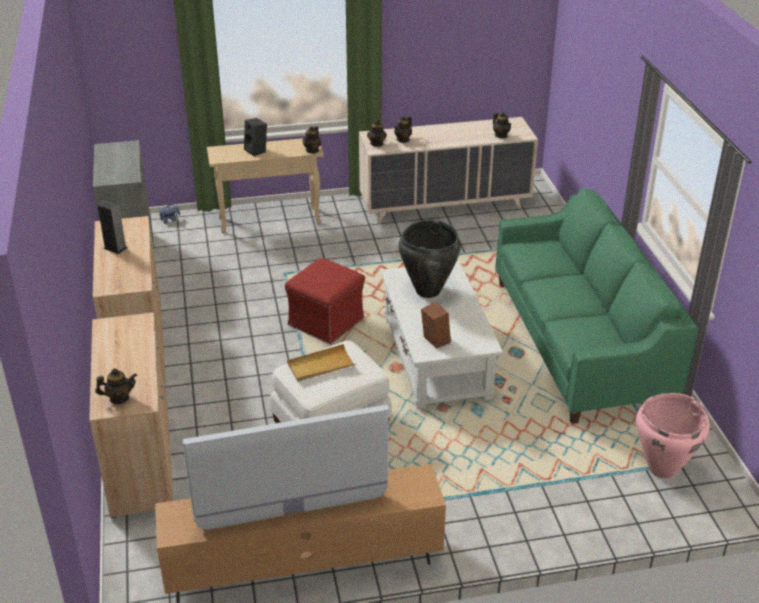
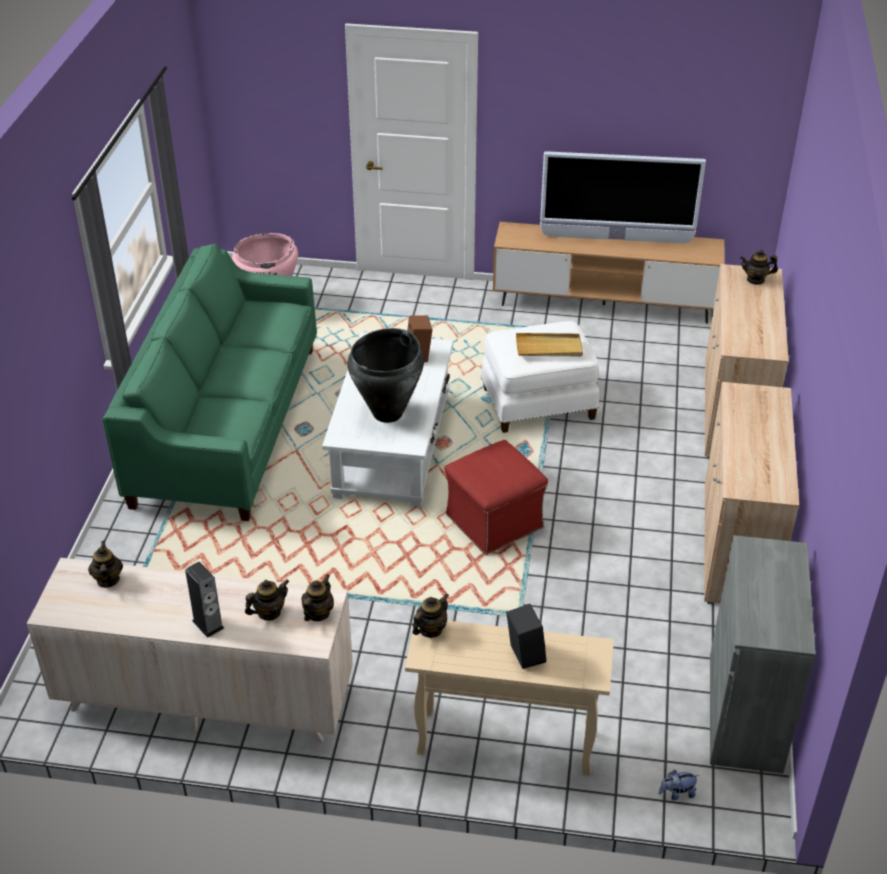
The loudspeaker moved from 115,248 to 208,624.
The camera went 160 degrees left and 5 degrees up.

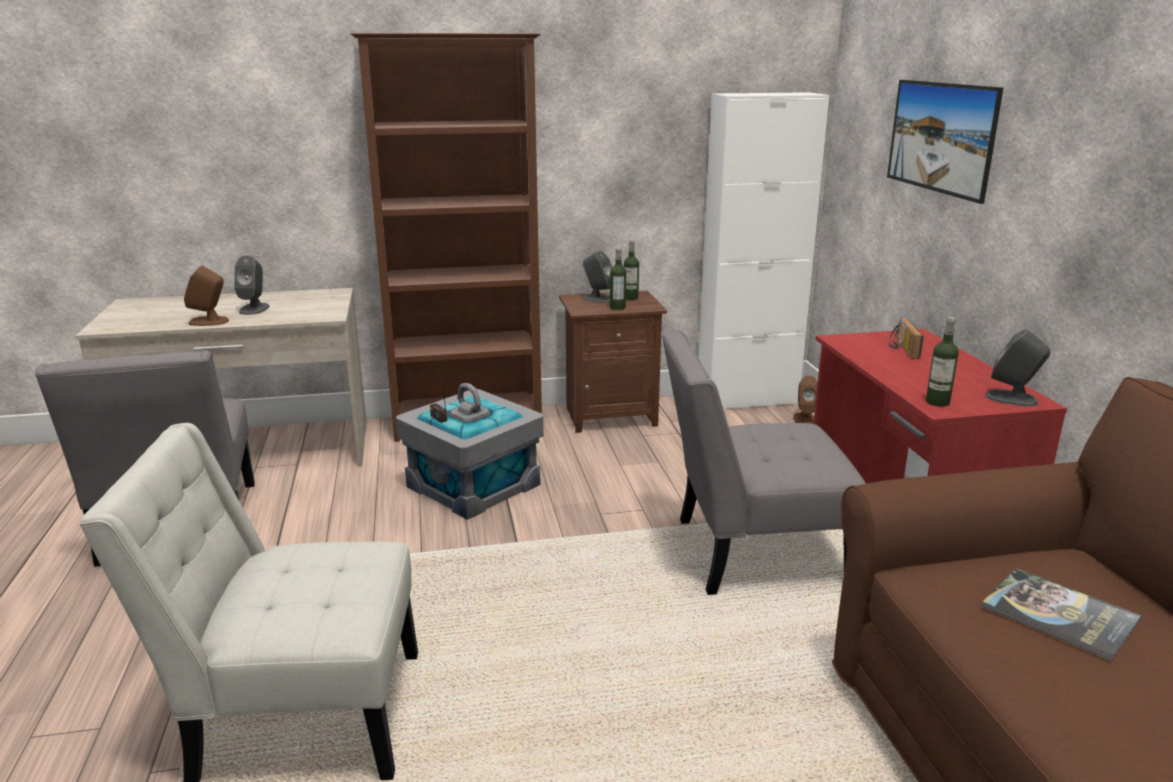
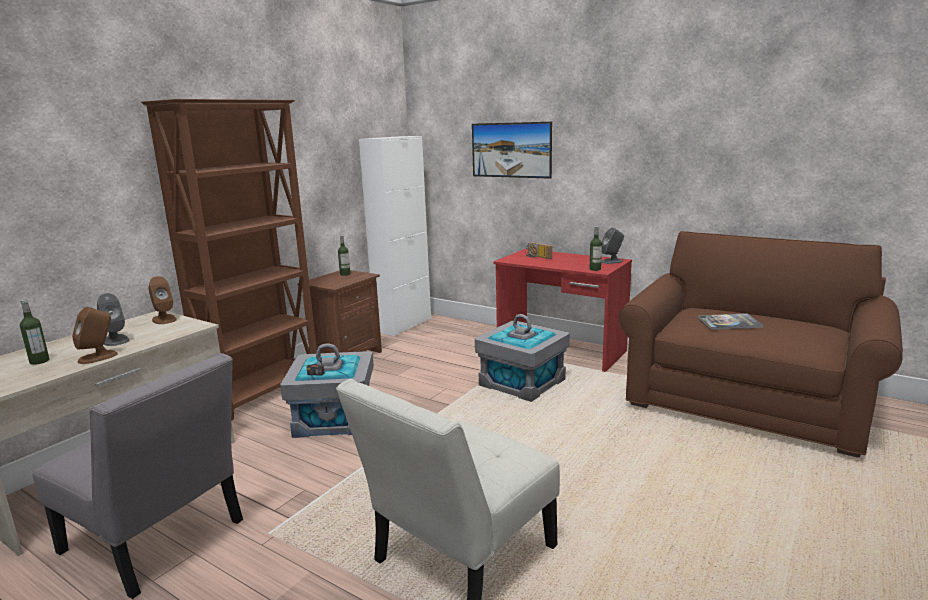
The drink bottle moved from 617,307 to 39,361.
The loudspeaker (brown) moved from 804,419 to 164,319.
The chair (gray) at 749,552 was replaced by the storage box (gray) at 522,383.
The loudspeaker (gray) at 598,299 disappeared.
The camera went 45 degrees left and 5 degrees down.

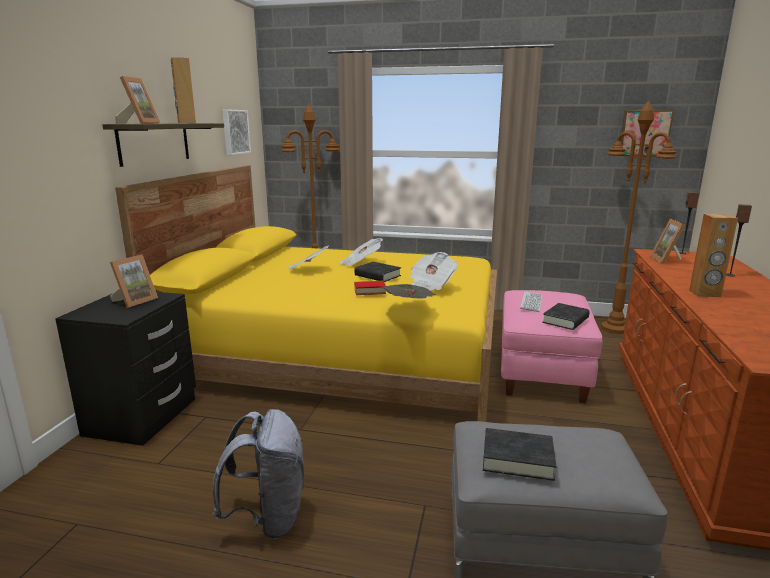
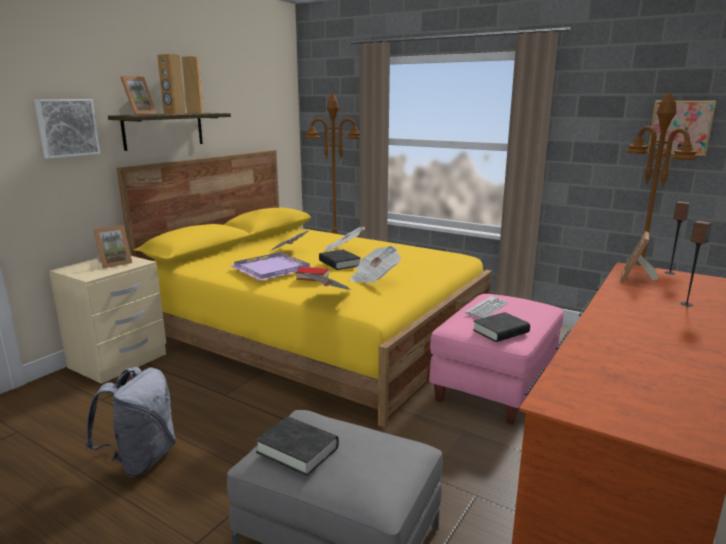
The wall picture moved from 235,132 to 67,127.
The nightstand (black-coloured) at 143,417 became the nightstand (beige-coloured) at 119,361.
The loudspeaker (brown) moved from 705,294 to 174,114.
The serving tray (purple) at 273,269 appeared.
The camera went 20 degrees right and 0 degrees up.

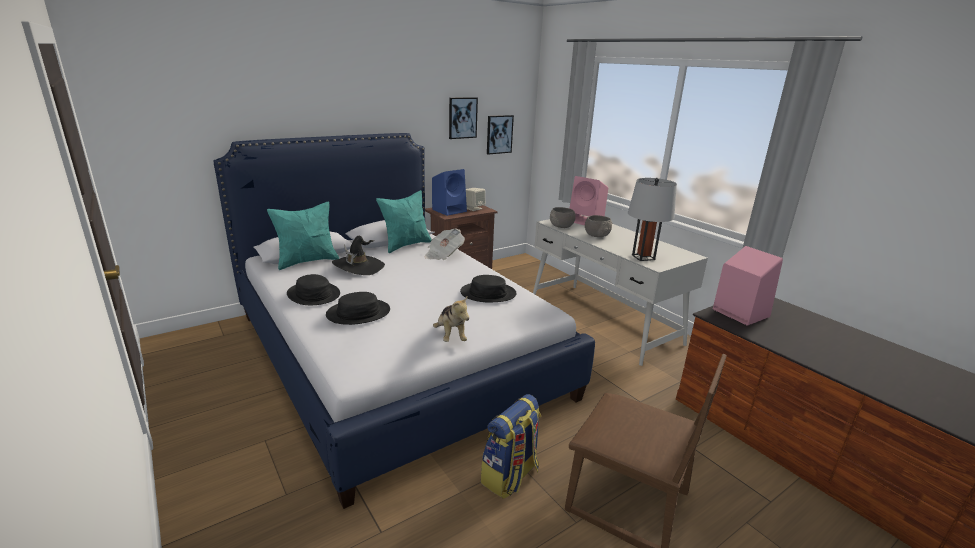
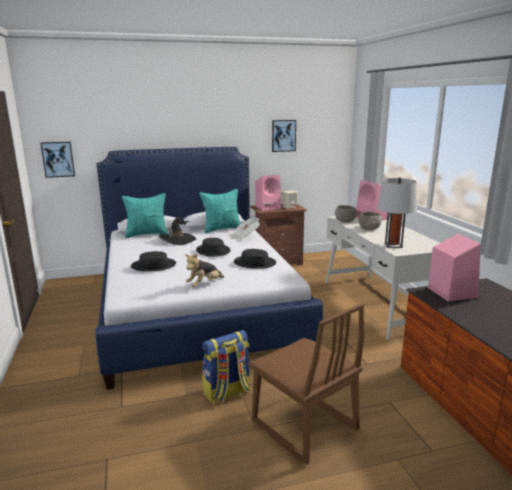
The wall picture moved from 499,134 to 58,159.
The soft toy at 451,336 turned 45 degrees clockwise.
The hat (black-coloured) moved from 313,294 to 213,251.
The loudspeaker (bluish) at 450,210 became the loudspeaker (pink-coloured) at 268,207.
The camera went 20 degrees right and 5 degrees down.

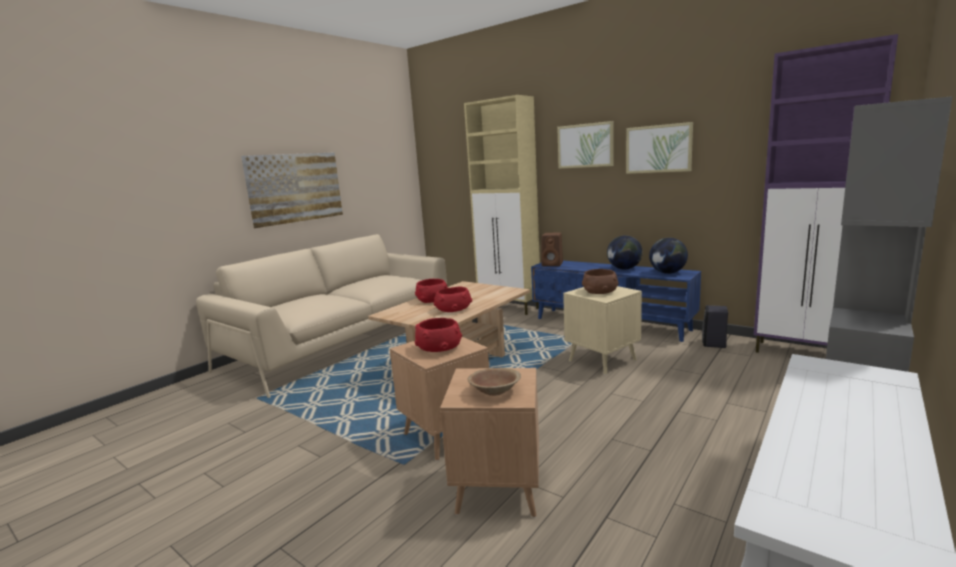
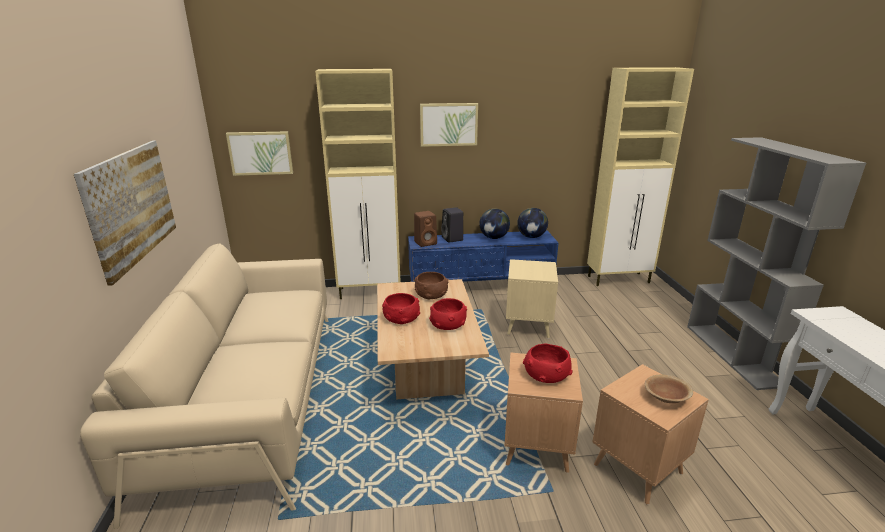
The wall picture moved from 658,149 to 260,153.
The serving bowl (brown) moved from 600,291 to 431,294.
The loudspeaker (black-coloured) moved from 714,344 to 452,239.
The storage cabinet (purple) at 804,354 became the storage cabinet (beige-coloured) at 619,279.
The camera went 45 degrees left and 10 degrees up.

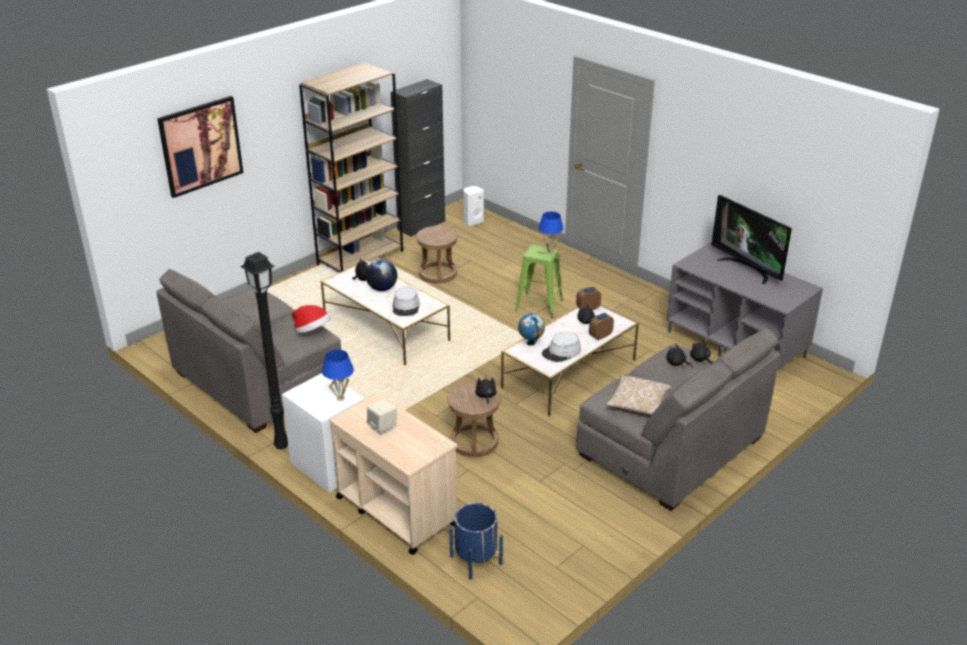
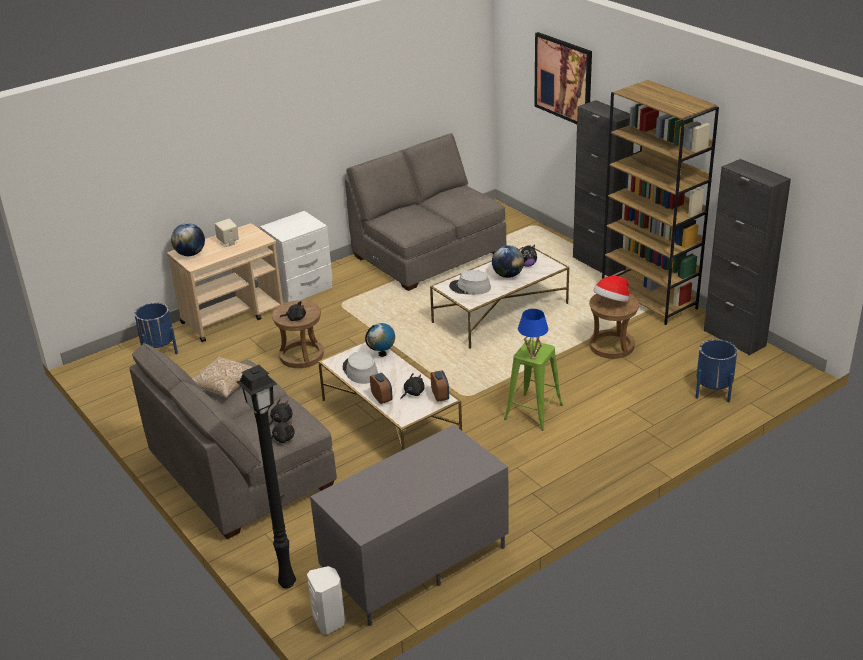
The globe at 190,254 appeared.
The standing lamp (black-coloured) moved from 280,445 to 287,582.
The loudspeaker (white) moved from 473,221 to 329,621.
The storage cabinet (black-coloured) at 599,263 appeared.
The hat moved from 312,331 to 612,302.
The flower pot (bluish) at 713,390 appeared.
The tabletop lamp (bluish) at 340,398 disappeared.
The television at 747,268 disappeared.
The camera went 100 degrees right and 0 degrees up.

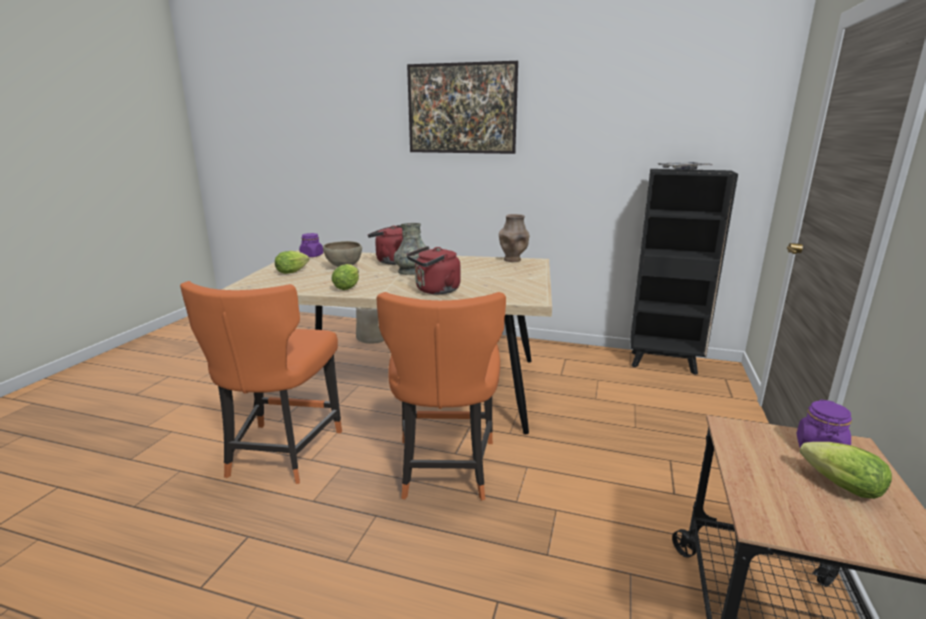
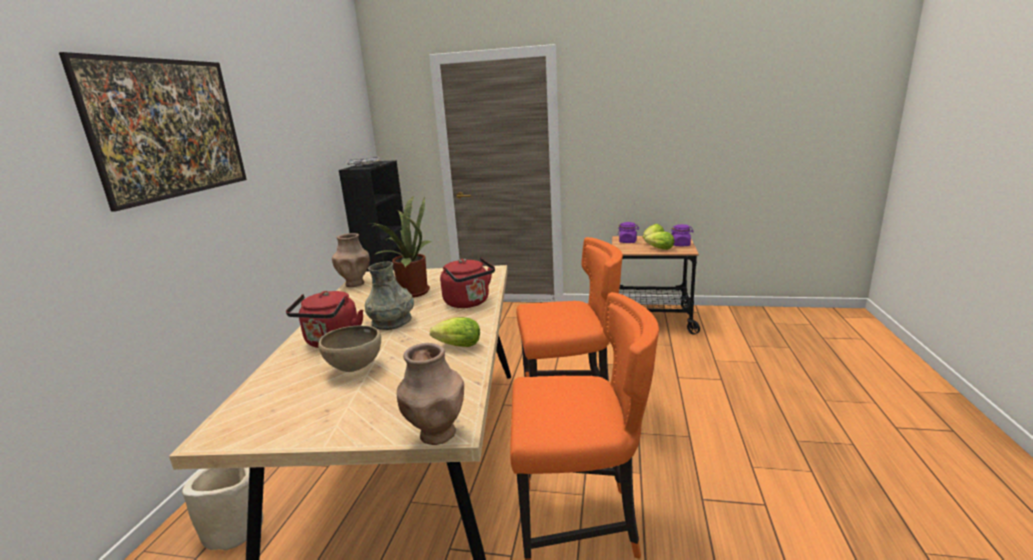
The plant in a pot at 410,292 appeared.
The flower vase (brown) at 436,434 appeared.
The lettuce moved from 294,271 to 658,249.
The storage jar (purple) moved from 311,256 to 681,245.
The camera went 95 degrees left and 0 degrees up.

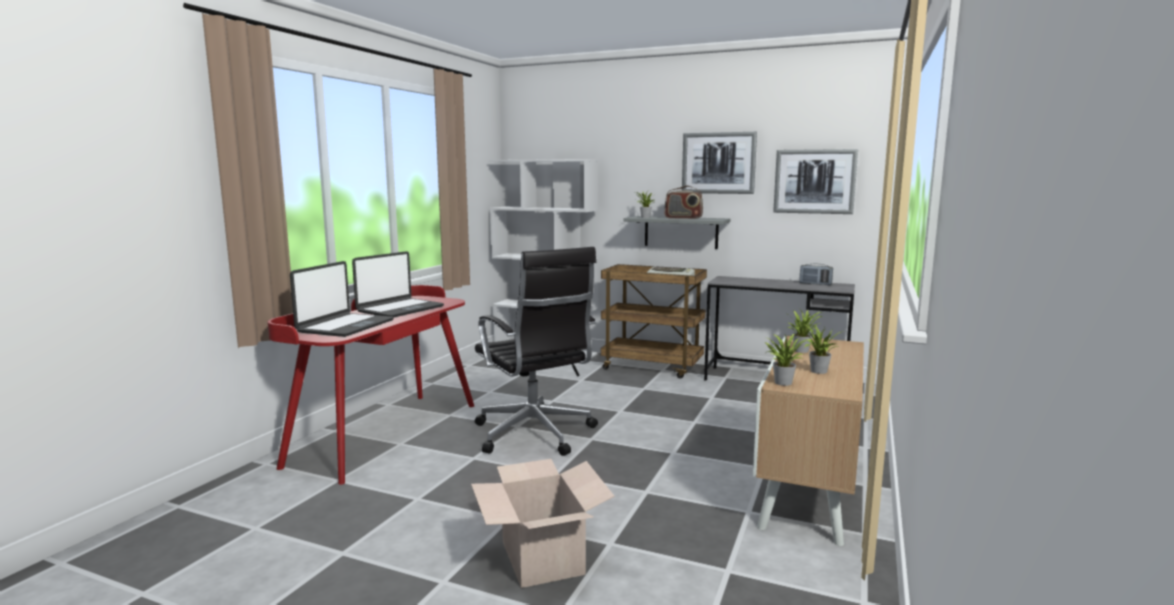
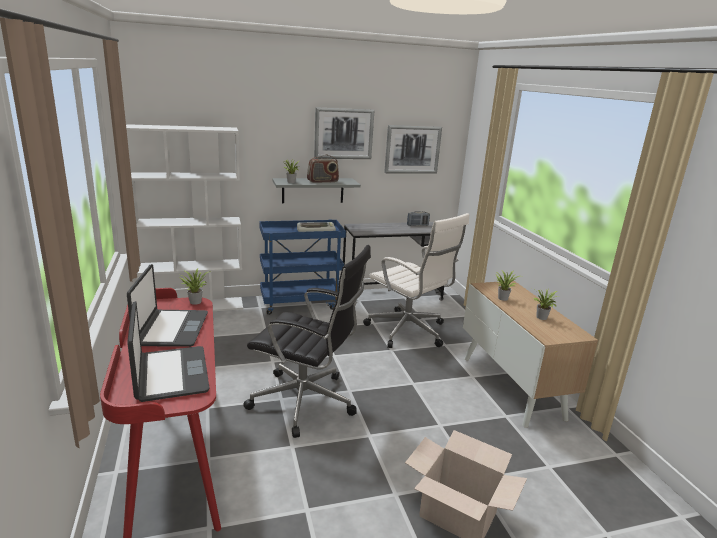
The plant in a pot moved from 782,382 to 195,301.
The trolley (brown) at 653,367 became the trolley (bluish) at 301,303.
The office chair (white) at 408,331 appeared.
The camera went 40 degrees left and 10 degrees up.

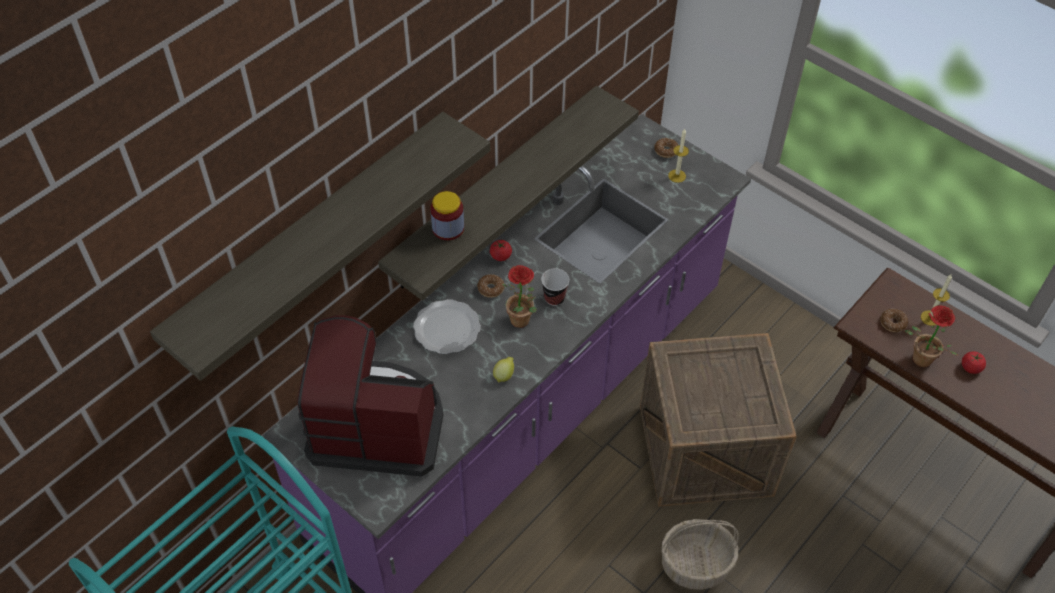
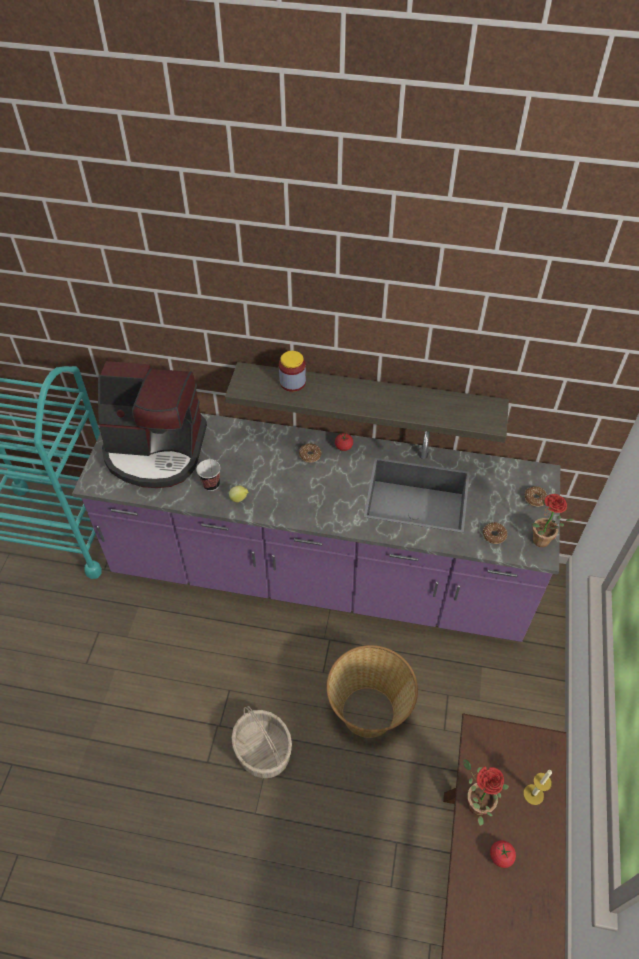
The coffee maker at 377,425 turned 120 degrees clockwise.
The small cup moved from 554,298 to 211,484.
The packing crate at 705,450 was replaced by the basket at 369,711.
The ring doughnut moved from 892,323 to 494,535.
The plant in a pot moved from 523,322 to 540,543.
The bracket shelf at 312,237 disappeared.
The flat dish at 446,328 disappeared.
The candle at 677,176 disappeared.
The camera went 60 degrees right and 0 degrees up.

